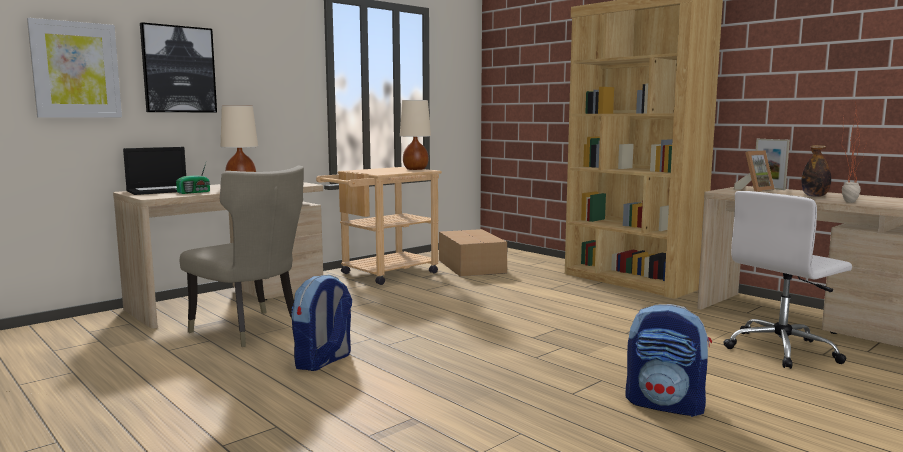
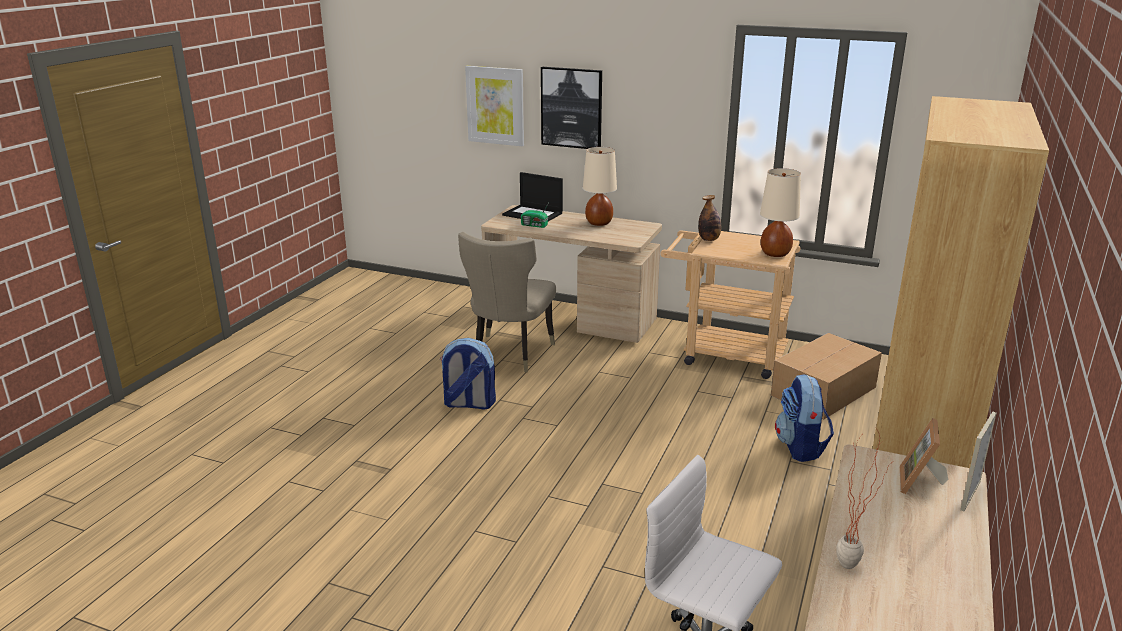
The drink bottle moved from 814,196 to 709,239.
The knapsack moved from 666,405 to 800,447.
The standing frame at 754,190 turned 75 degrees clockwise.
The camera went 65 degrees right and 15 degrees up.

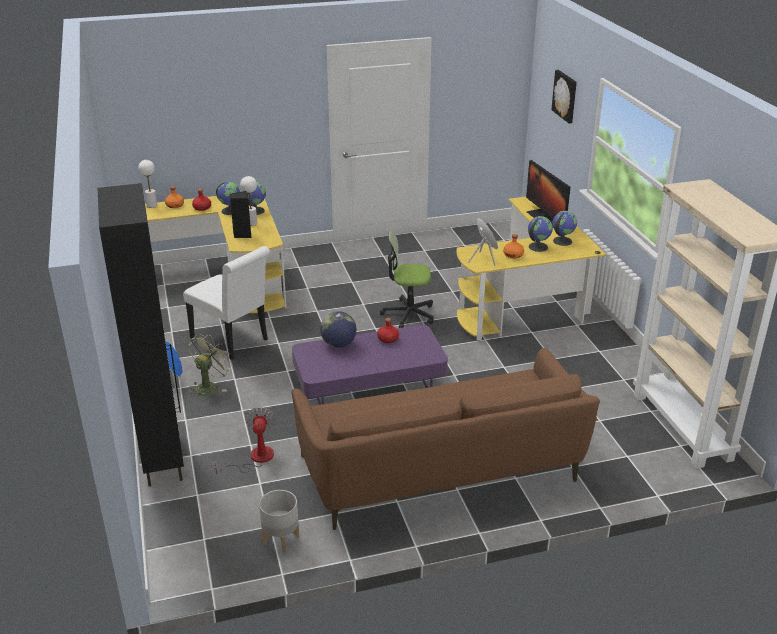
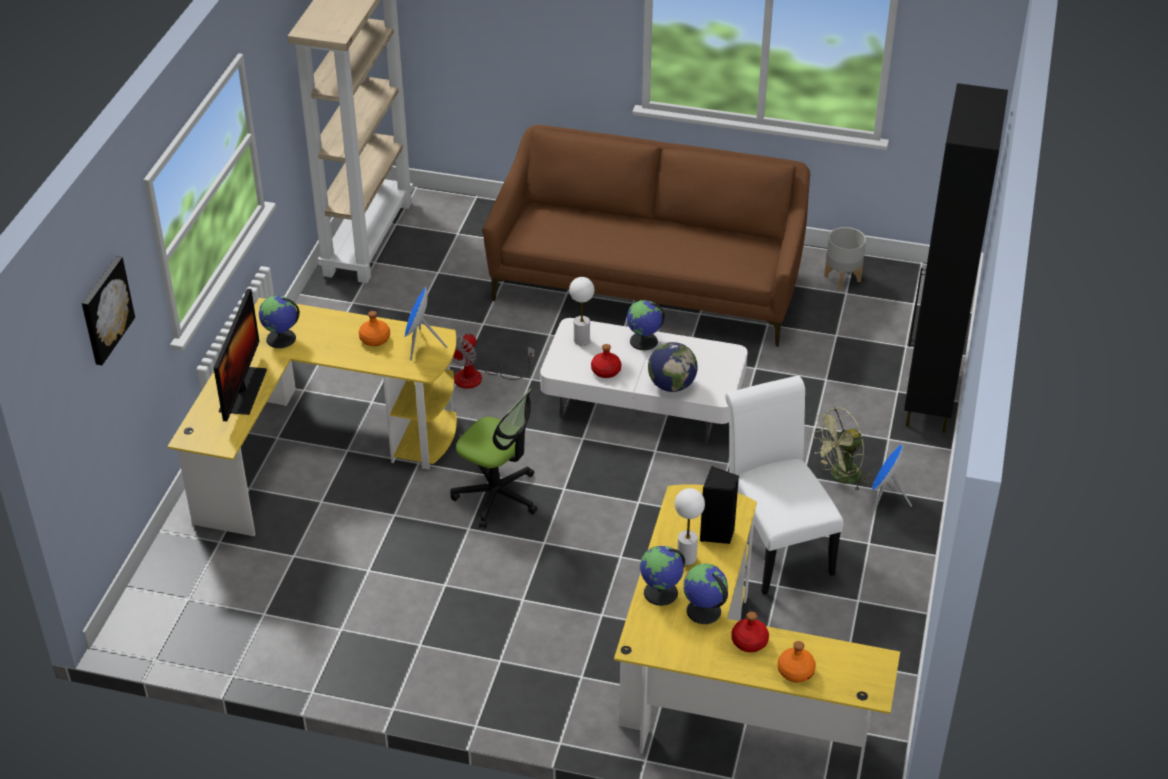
The electric fan moved from 254,459 to 479,378.
The coffee table (purple) at 369,386 became the coffee table (white) at 643,402.
The tabletop lamp (white) moved from 152,205 to 581,340.
The globe moved from 538,247 to 644,341.
The camera went 150 degrees left and 10 degrees up.

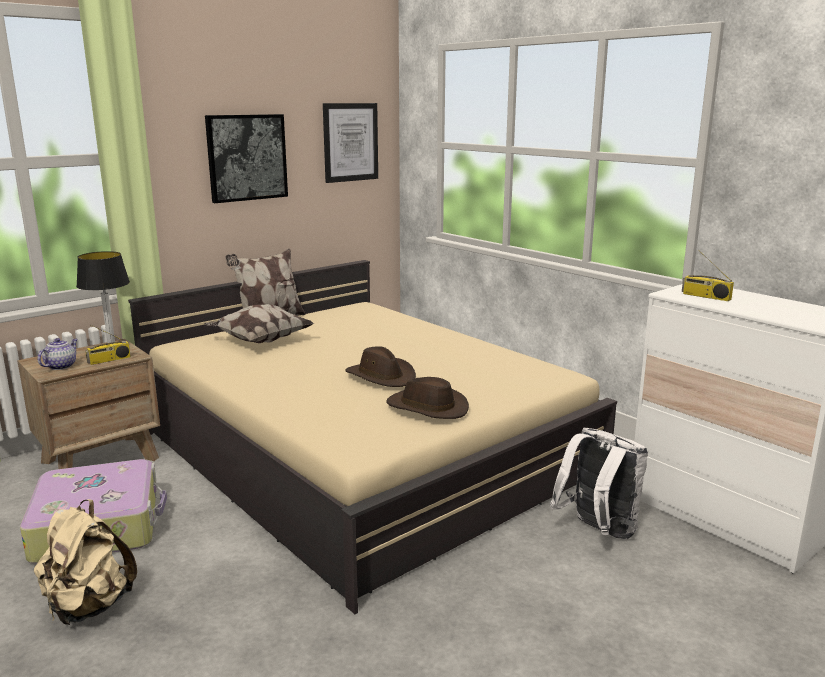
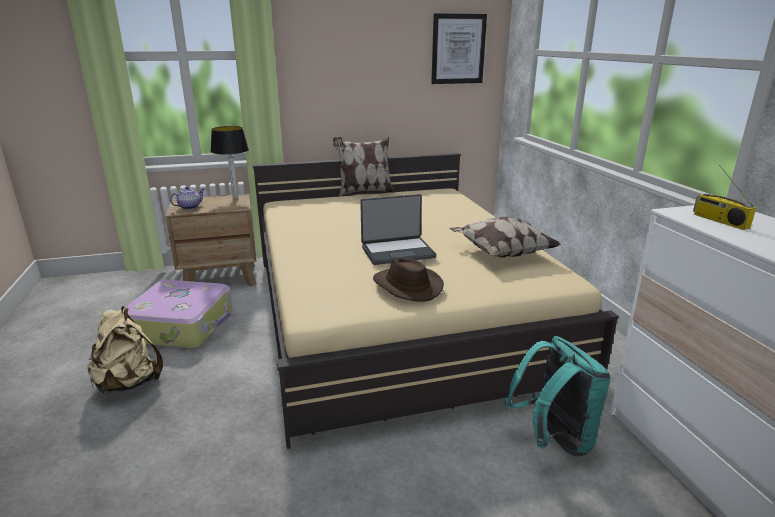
The hat (brown) at 381,376 was replaced by the portable computer at 397,251.
The cushion moved from 259,341 to 501,253.
The knapsack (white) at 597,531 became the knapsack (turquoise-coloured) at 553,439.
The radio at 109,360 disappeared.
The wall picture at 247,157 disappeared.
The camera went 25 degrees right and 5 degrees up.

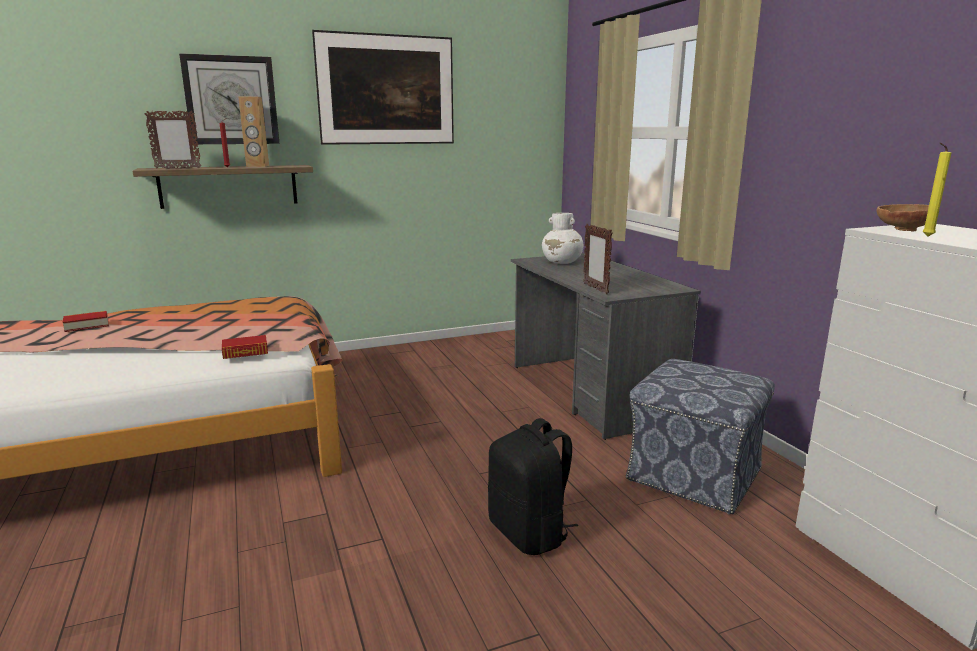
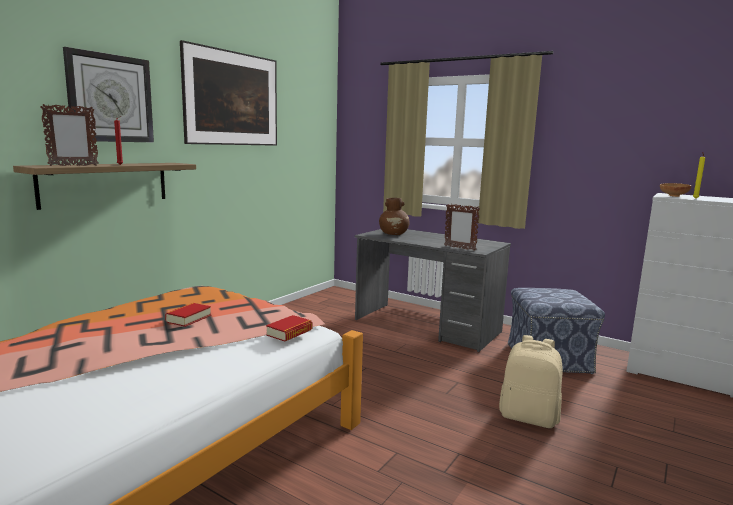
The book moved from 87,325 to 188,318.
The flower vase (white) at 562,262 became the flower vase (brown) at 394,234.
The knapsack (black-coloured) at 530,533 became the knapsack (beige-coloured) at 529,417.
The loudspeaker (brown) at 257,166 disappeared.
The camera went 35 degrees left and 5 degrees down.

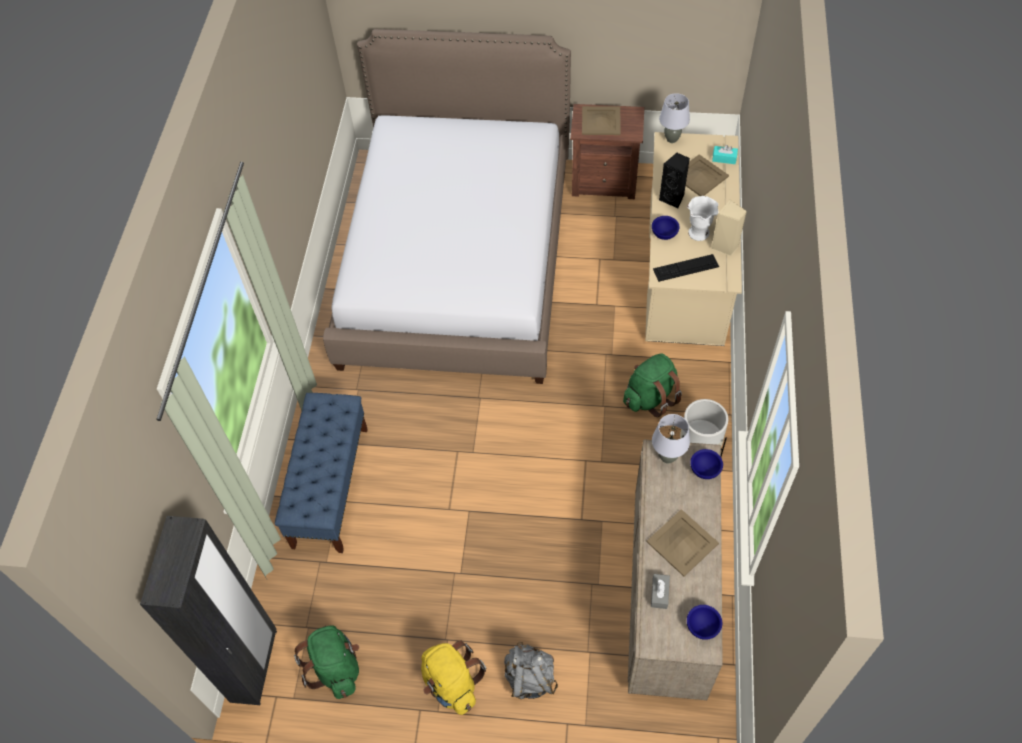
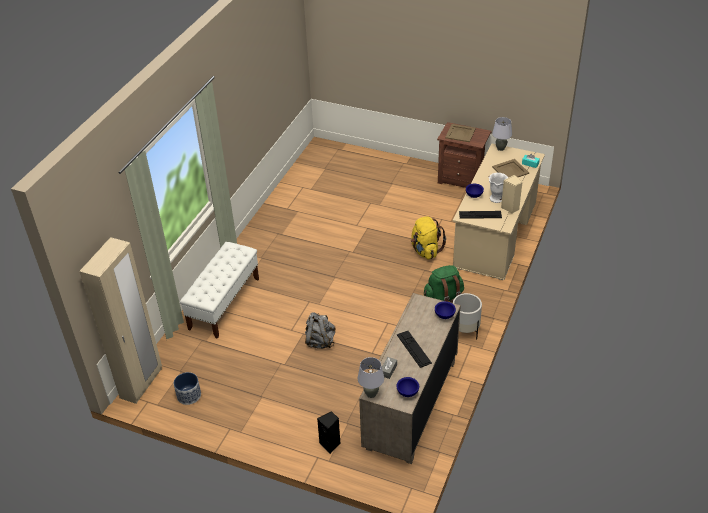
The armoire (black-coloured) at 255,666 became the armoire (beige-coloured) at 141,383.
The knapsack (greenish) at 336,668 was replaced by the flower pot at 189,395.
The long seat (bluish) at 330,486 became the long seat (white) at 224,303.
The knapsack (gray) moved from 530,678 to 320,341.
The loudspeaker (black-coloured) moved from 673,198 to 330,444.
The tabletop lamp (gray) moved from 667,457 to 371,394.
The serving tray (beige-coloured) at 682,543 was replaced by the computer keyboard at 414,349.
The knapsack (yellow) moved from 452,684 to 425,251.
The sleeping bed at 458,262 disappeared.
The camera went 15 degrees right and 15 degrees down.

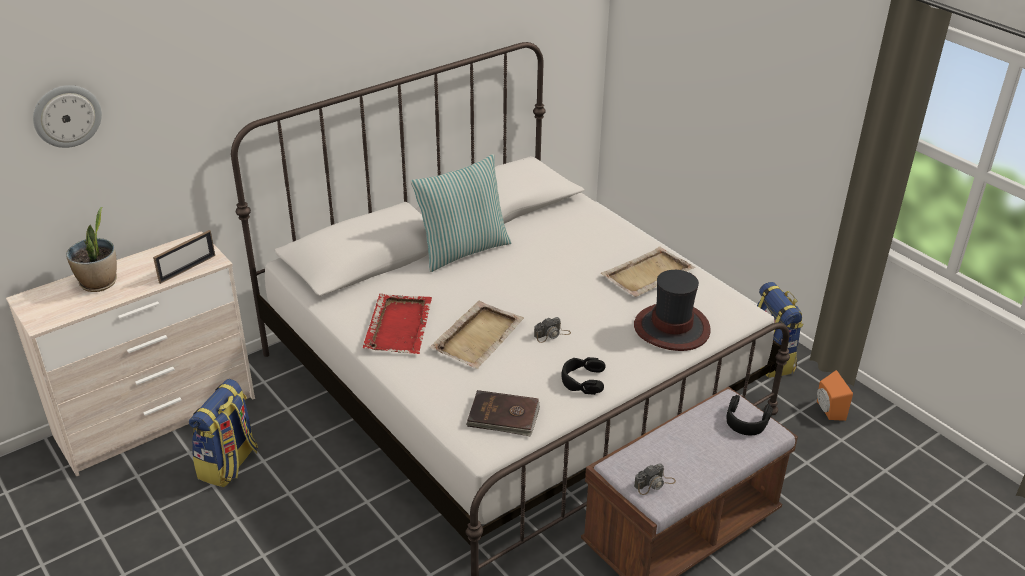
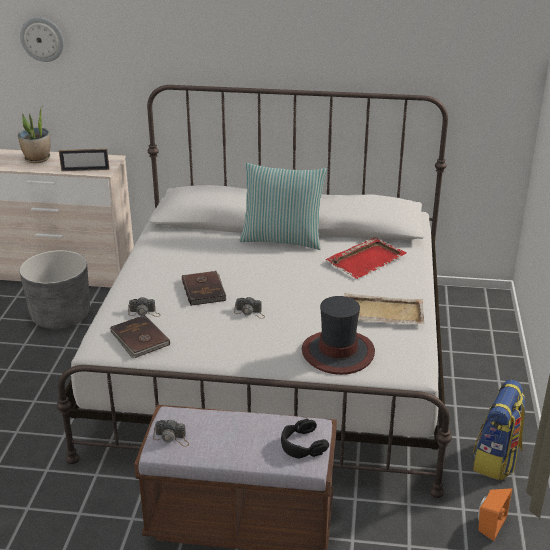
The knapsack at 229,465 was replaced by the flower pot (gray) at 60,316.
The photo camera at 144,313 appeared.
The serving tray (beige-coloured) at 478,336 was replaced by the book (brown) at 204,290.
The serving tray (reddish) moved from 399,325 to 367,260.
The headset (black-coloured) at 582,380 disappeared.
The camera went 45 degrees right and 5 degrees down.

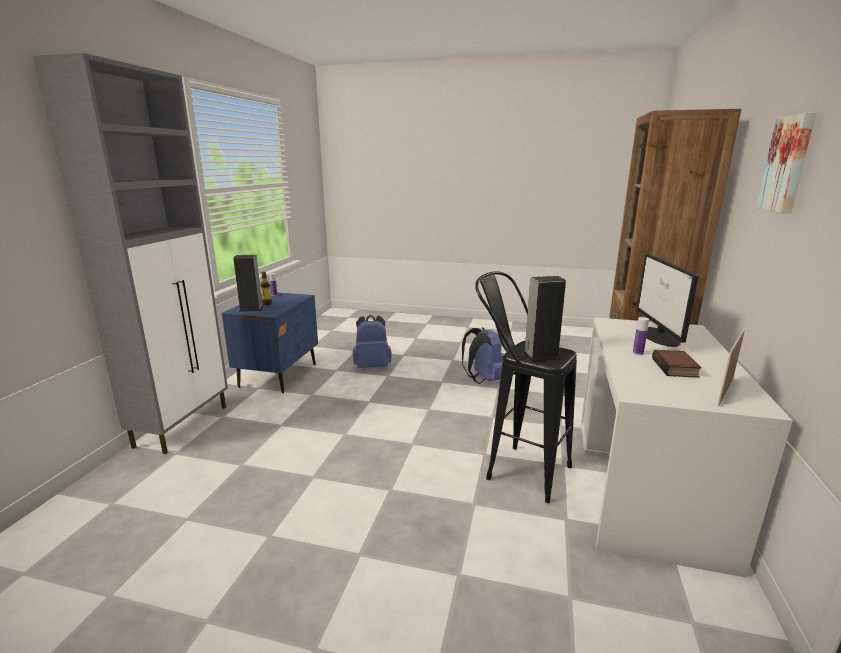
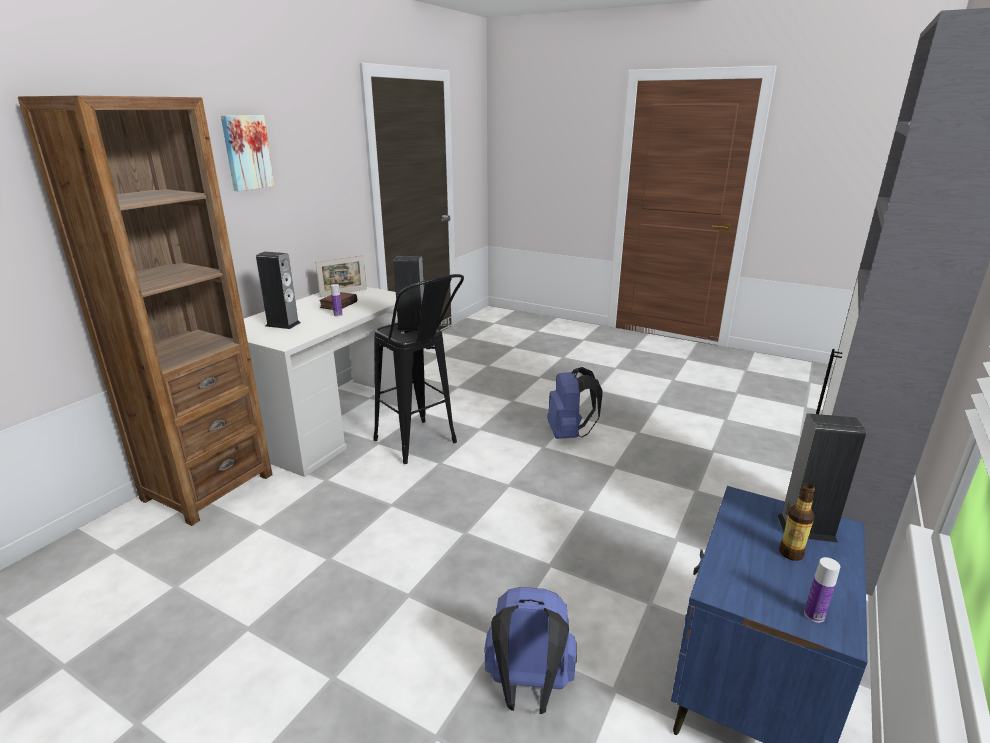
The computer display at 659,337 was replaced by the loudspeaker at 283,324.
The knapsack (bluish) moved from 483,380 to 569,434.
The camera went 165 degrees left and 5 degrees up.

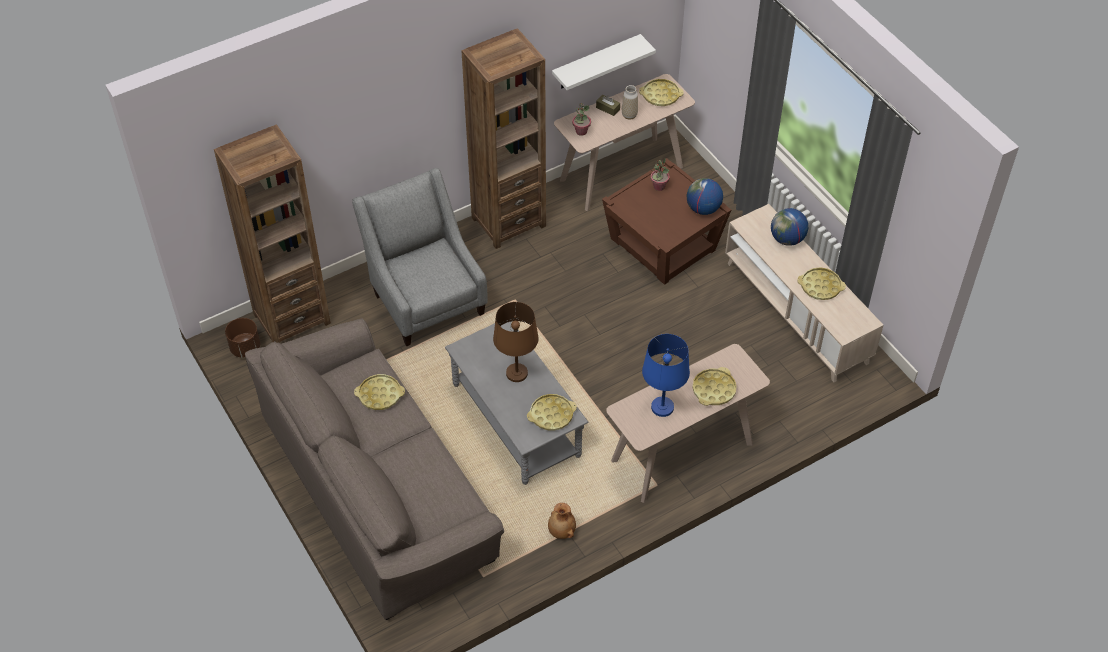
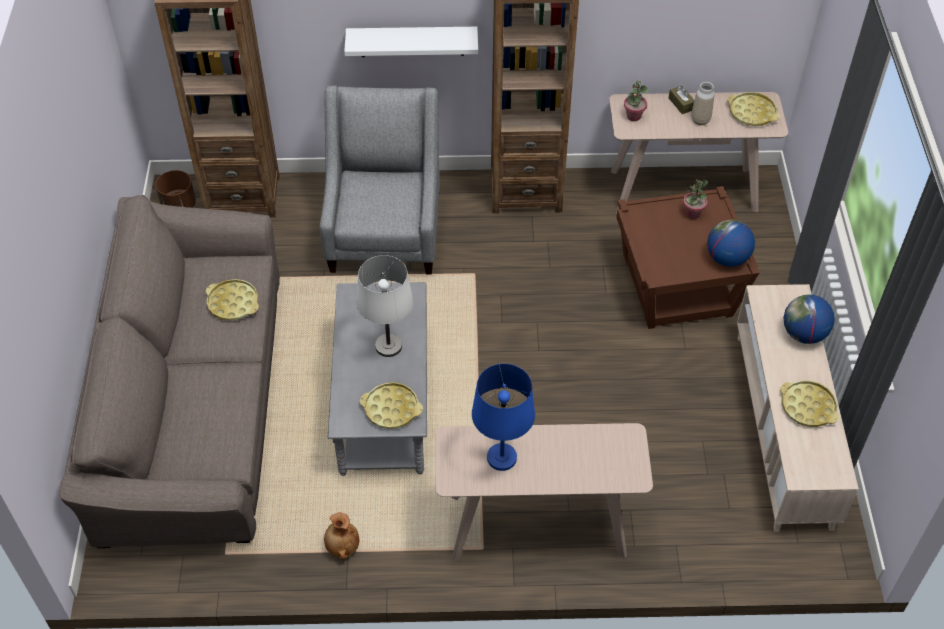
The bracket shelf (white) moved from 596,62 to 412,41.
The tabletop lamp (brown) at 517,373 became the tabletop lamp (white) at 389,346.
The serving tray (yellow) at 713,389 disappeared.
The camera went 30 degrees right and 0 degrees up.

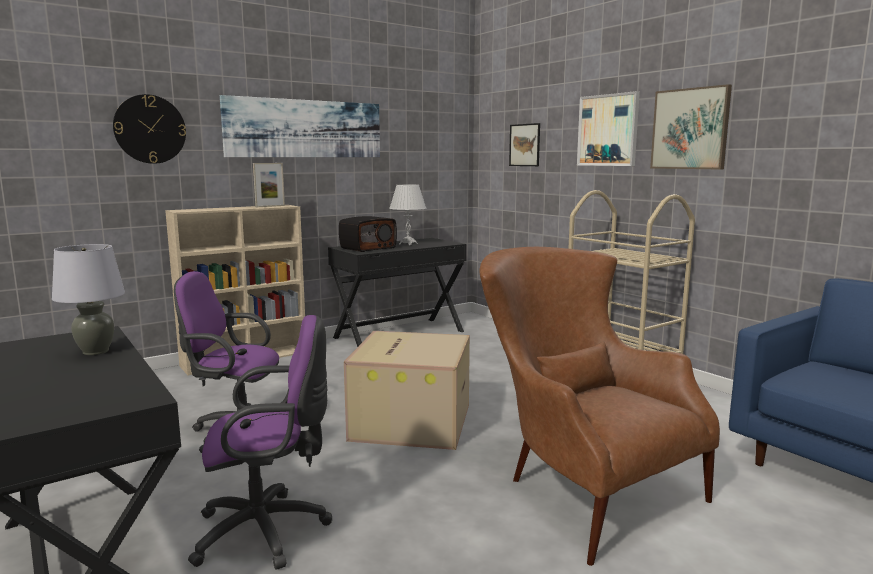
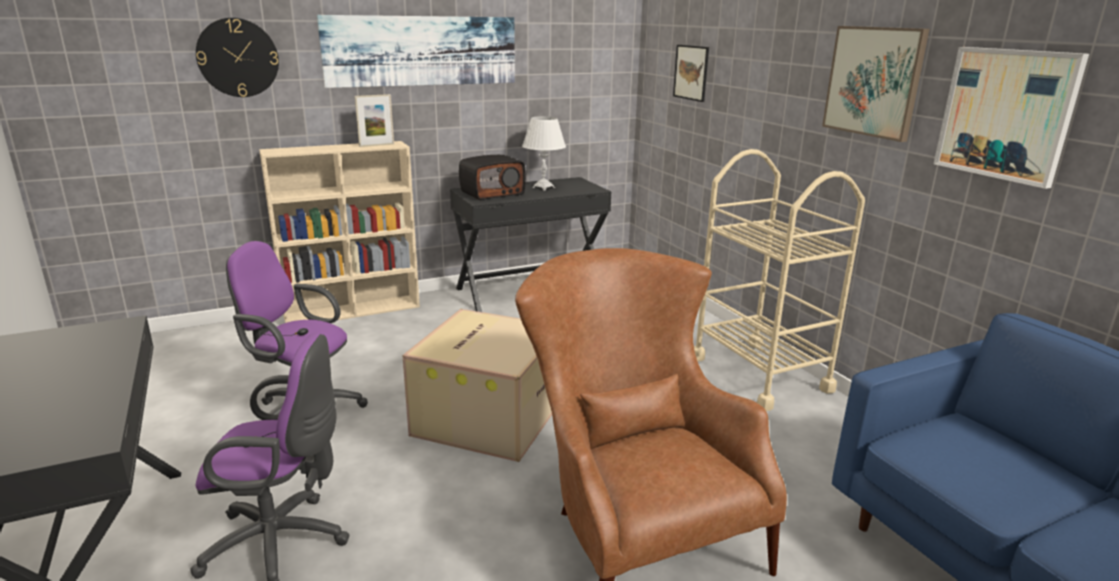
The wall picture moved from 608,130 to 1006,114.
The tabletop lamp (gray) at 96,351 disappeared.
The camera went 10 degrees right and 10 degrees up.

